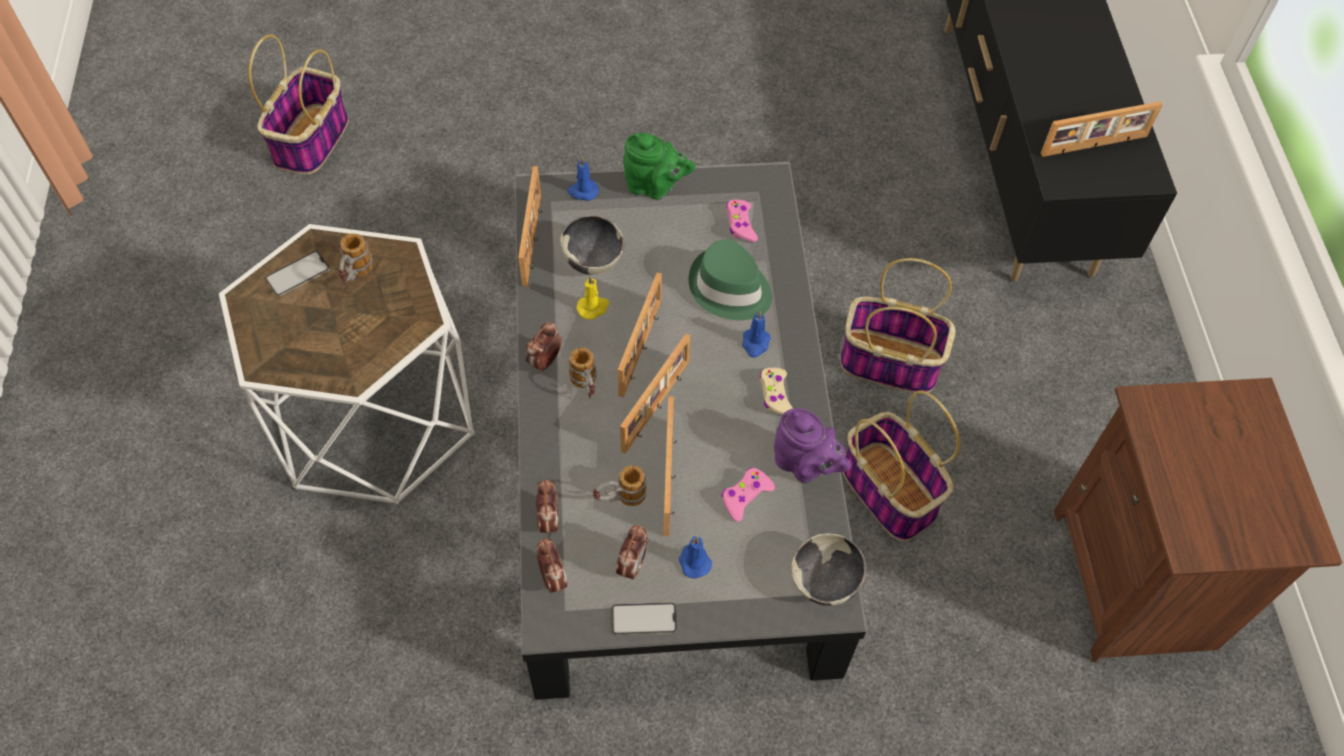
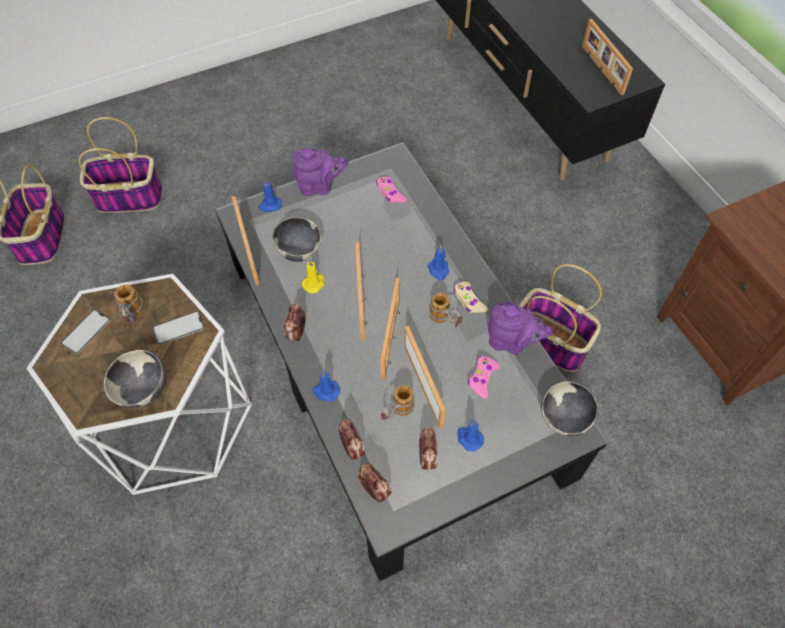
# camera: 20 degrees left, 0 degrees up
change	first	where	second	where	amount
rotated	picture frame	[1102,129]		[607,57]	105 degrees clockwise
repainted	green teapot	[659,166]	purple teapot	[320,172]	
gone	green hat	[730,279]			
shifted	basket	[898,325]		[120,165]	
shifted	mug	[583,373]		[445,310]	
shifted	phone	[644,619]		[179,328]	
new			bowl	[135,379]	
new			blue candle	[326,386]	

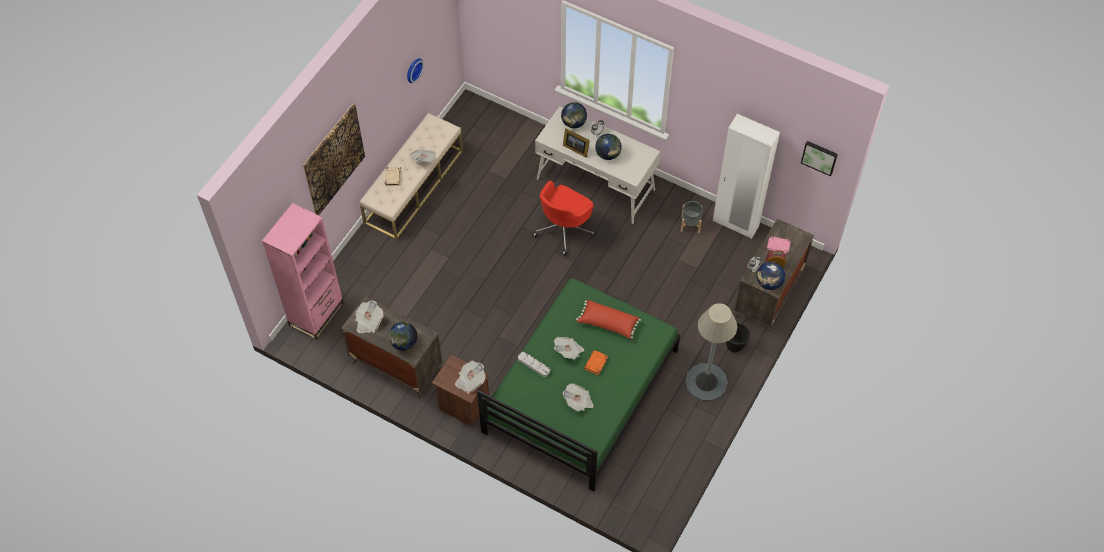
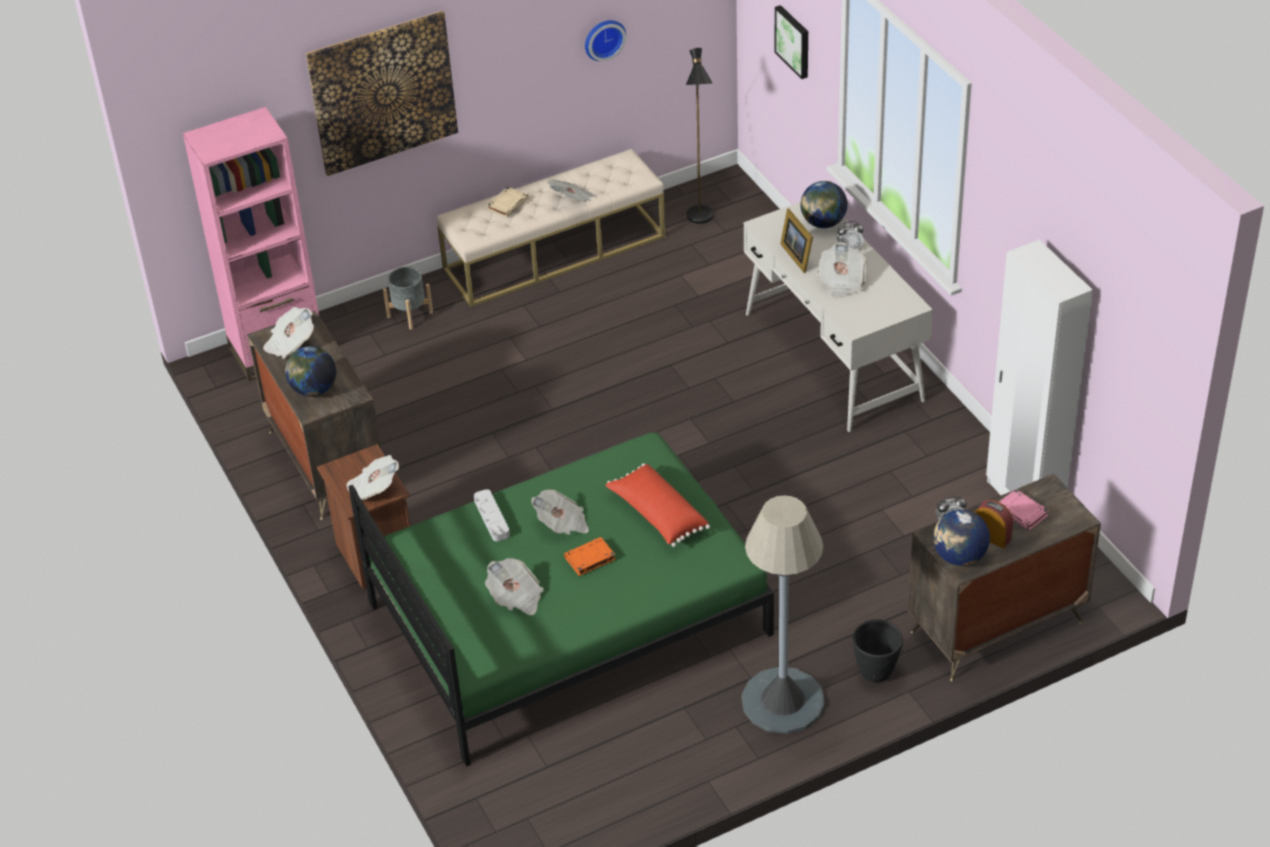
# camera: 35 degrees right, 15 degrees down
change	first	where	second	where	amount
swapped	globe	[608,147]	newspaper	[842,270]	
shifted	picture	[819,158]		[791,42]	
gone	red office chair	[564,218]			
shifted	grey planter	[692,217]		[408,298]	
new			black floor lamp	[699,136]	

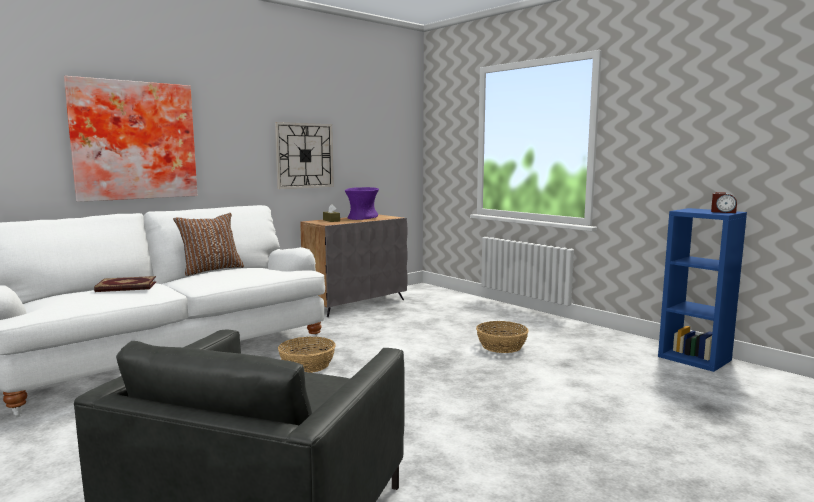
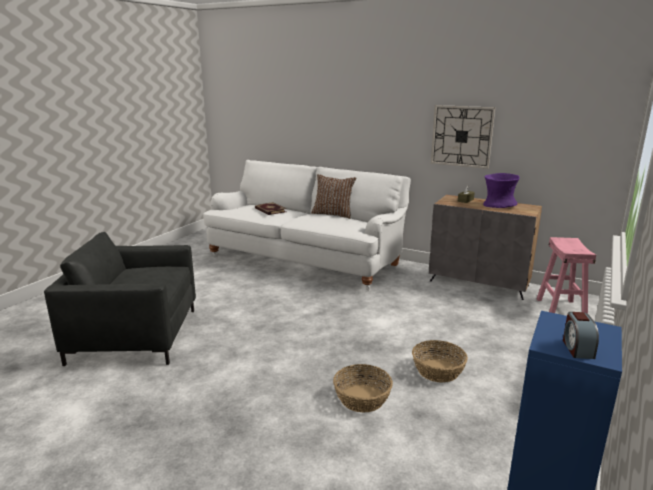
# camera: 70 degrees right, 10 degrees up
change	first	where	second	where	amount
gone	picture	[130,139]			
shifted	basket	[306,355]		[363,388]	
new			pink stool	[566,275]	

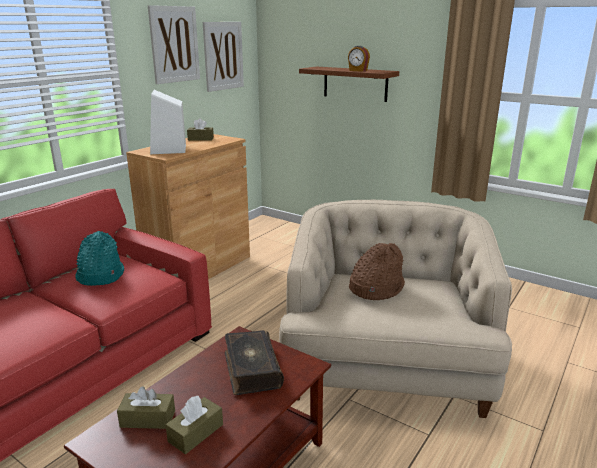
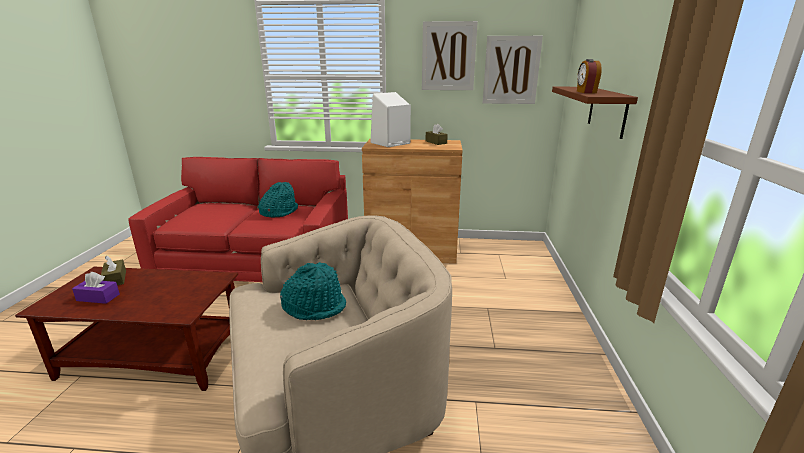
# camera: 60 degrees right, 0 degrees up
change	first	where	second	where	amount
repainted	brown hat	[377,271]	turquoise hat	[313,291]	
gone	book	[254,362]			
repainted	brown tissue box	[194,425]	purple tissue box	[96,288]	

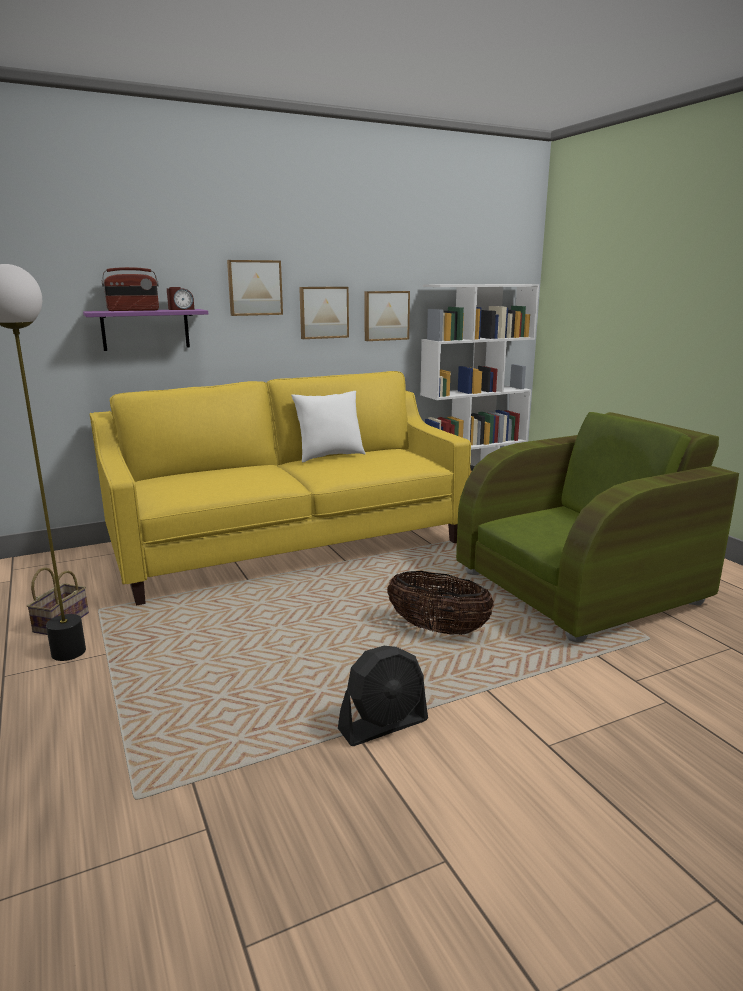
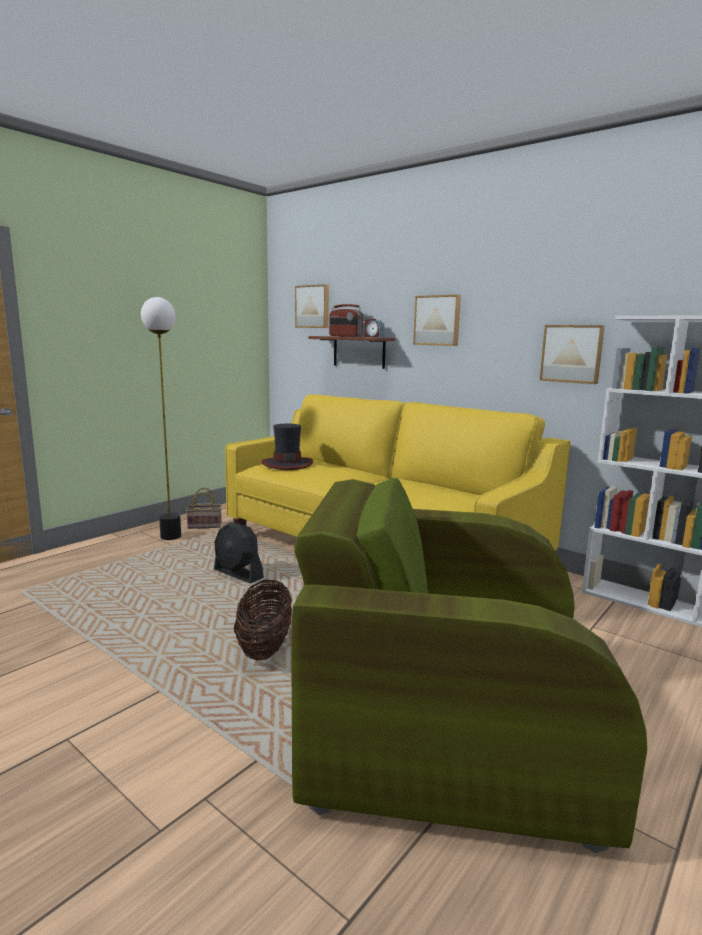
# camera: 65 degrees right, 5 degrees down
change	first	where	second	where	amount
shifted	picture	[324,313]		[312,306]	
repainted	purple shelf	[145,330]	brown shelf	[352,352]	
gone	white pillow	[328,426]			
rotated	green armchair	[597,527]		[469,666]	150 degrees clockwise
shifted	black fan	[383,696]		[239,553]	
new			hat	[287,447]	

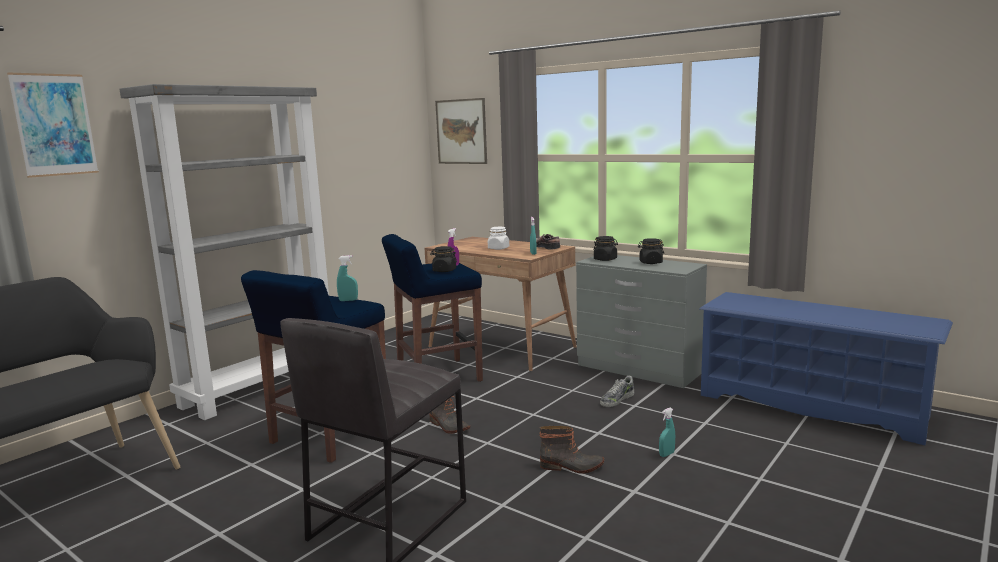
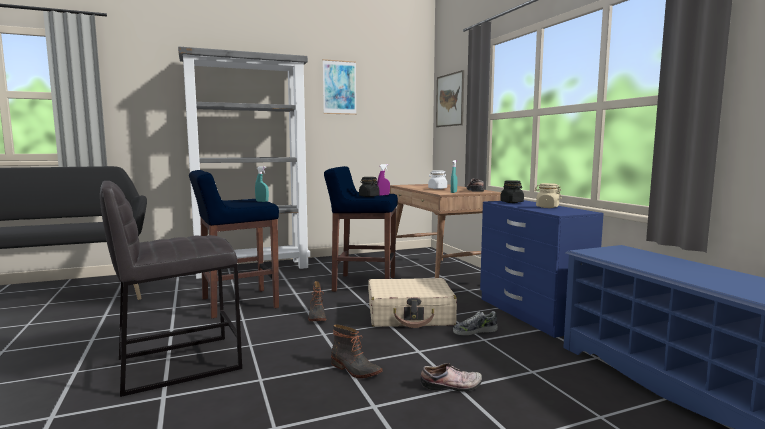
# camera: 30 degrees right, 5 degrees down
change	first	where	second	where	amount
shifted	picture	[53,125]		[340,87]	
repainted	black jar	[651,251]	beige jar	[548,195]	
repainted	grey dresser	[641,321]	blue dresser	[542,269]	
swapped	turquoise spray bottle	[667,432]	shoe	[451,377]	
new			beige suitcase	[412,303]	

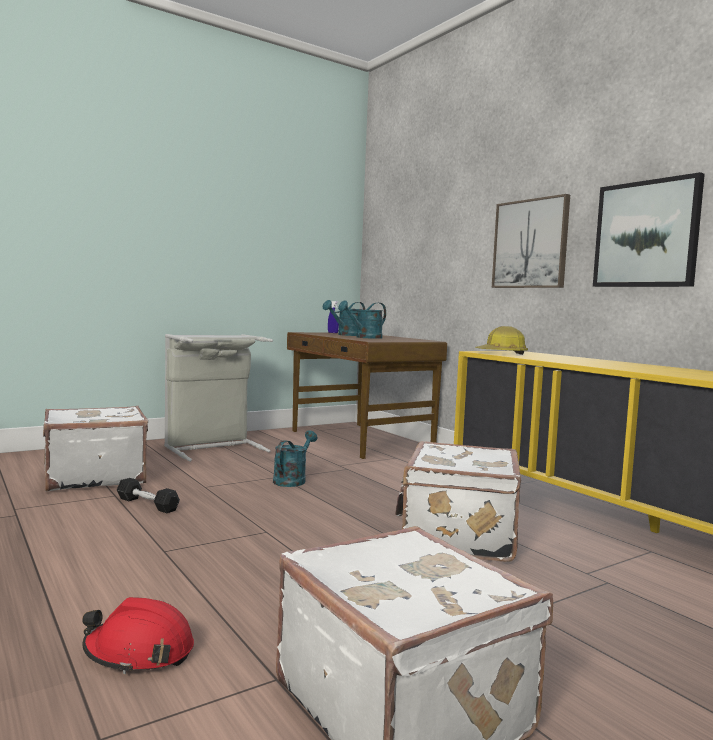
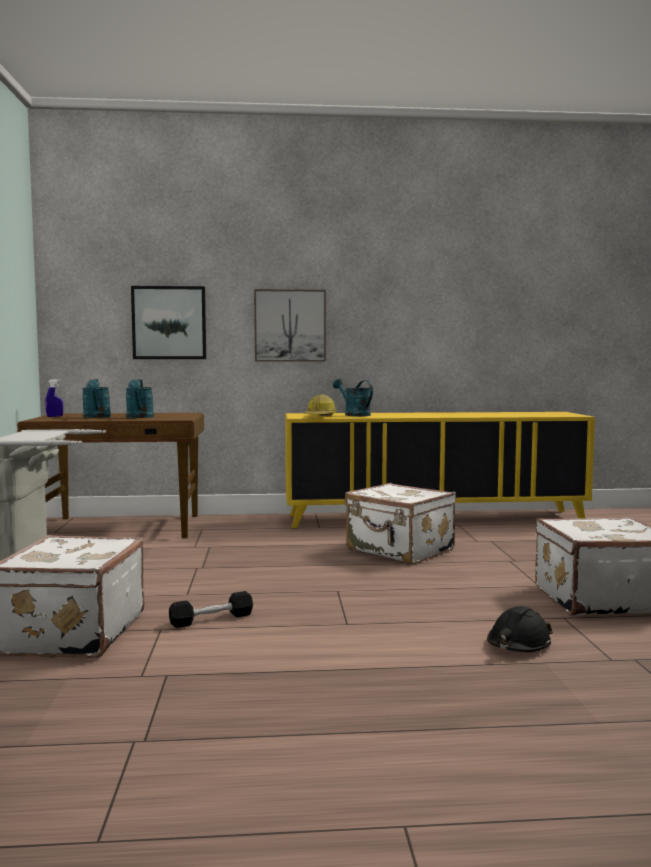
# camera: 60 degrees left, 0 degrees up
change	first	where	second	where	amount
shifted	picture	[649,229]		[168,322]	
shifted	turquoise watering can	[295,458]		[353,397]	
repainted	red hard hat	[138,635]	black hard hat	[520,629]	

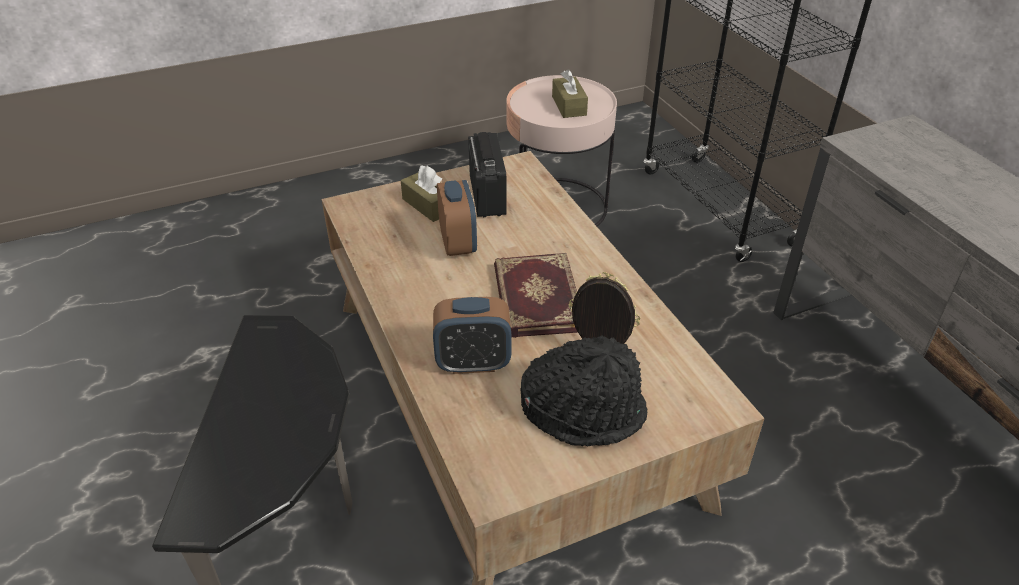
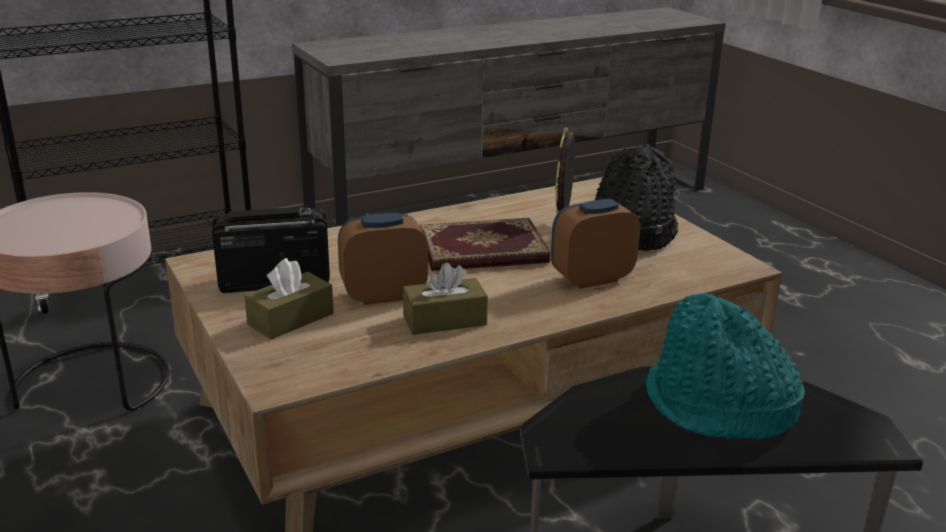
# camera: 95 degrees left, 15 degrees down
change	first	where	second	where	amount
shifted	brown tissue box	[570,93]		[445,298]	
rotated	alarm clock	[472,335]		[595,244]	105 degrees counterclockwise
new			turquoise hat	[725,366]	

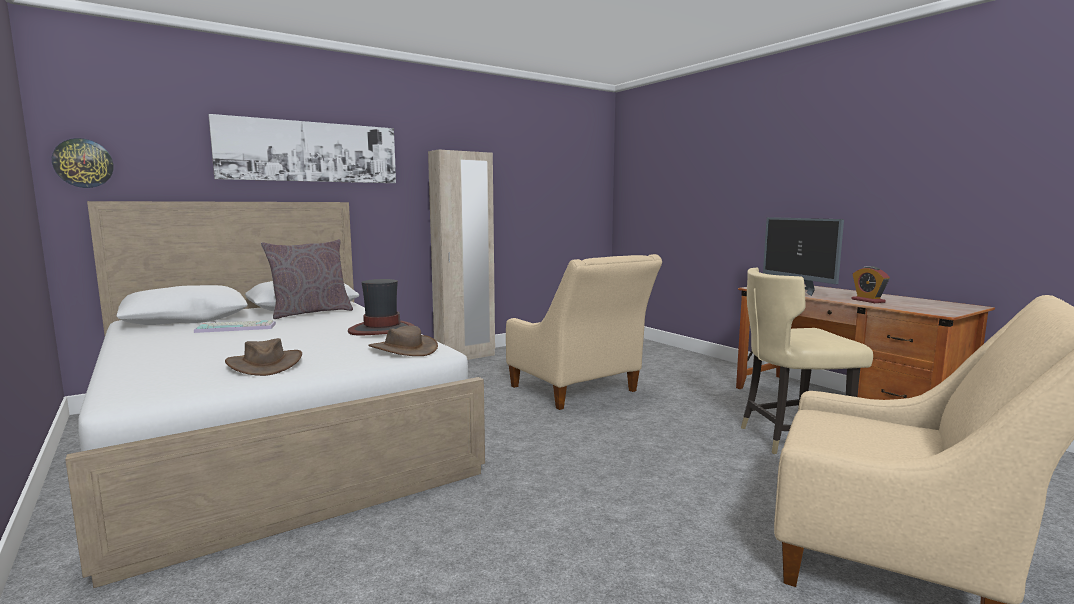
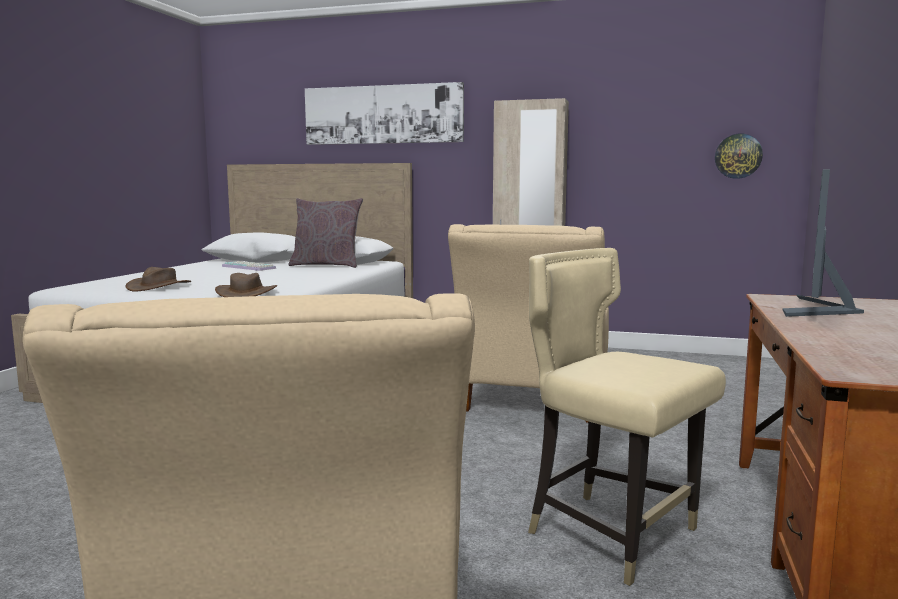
# camera: 50 degrees right, 0 degrees up
change	first	where	second	where	amount
shifted	wall clock	[82,163]		[739,156]	
gone	alarm clock	[870,284]			
gone	hat	[381,307]			

